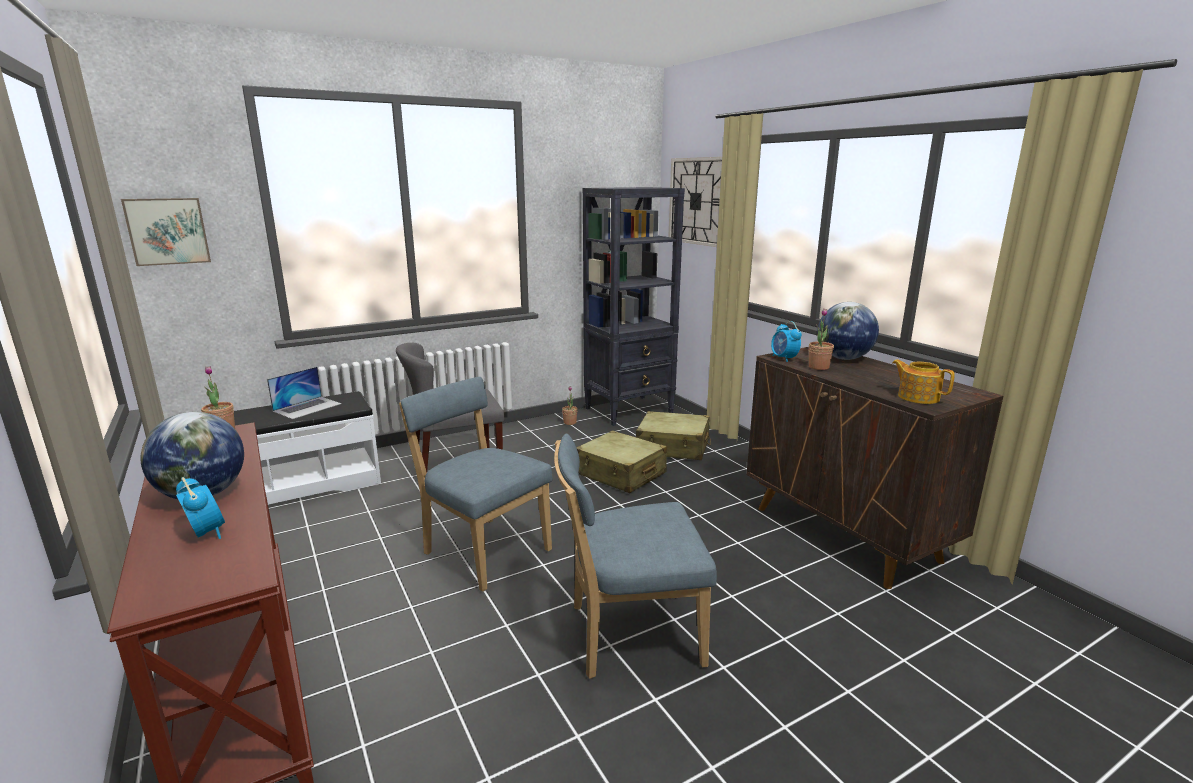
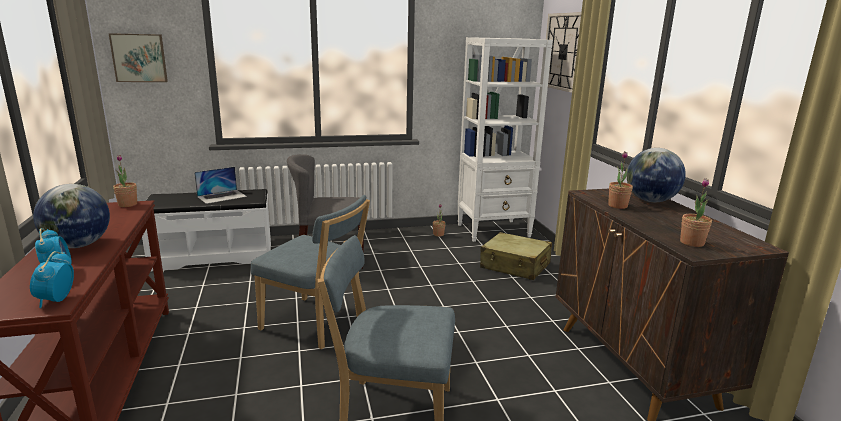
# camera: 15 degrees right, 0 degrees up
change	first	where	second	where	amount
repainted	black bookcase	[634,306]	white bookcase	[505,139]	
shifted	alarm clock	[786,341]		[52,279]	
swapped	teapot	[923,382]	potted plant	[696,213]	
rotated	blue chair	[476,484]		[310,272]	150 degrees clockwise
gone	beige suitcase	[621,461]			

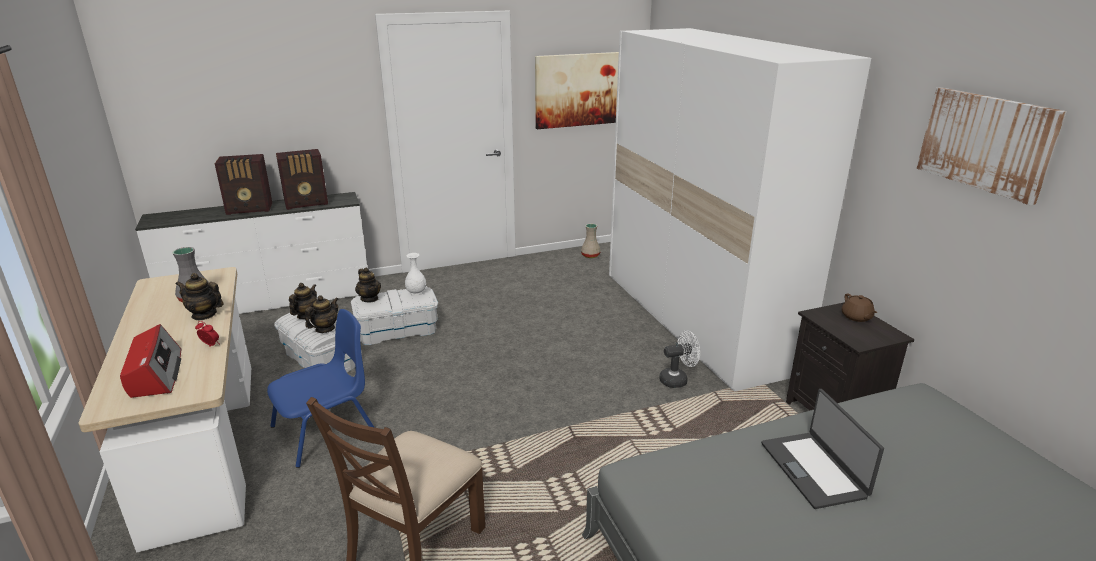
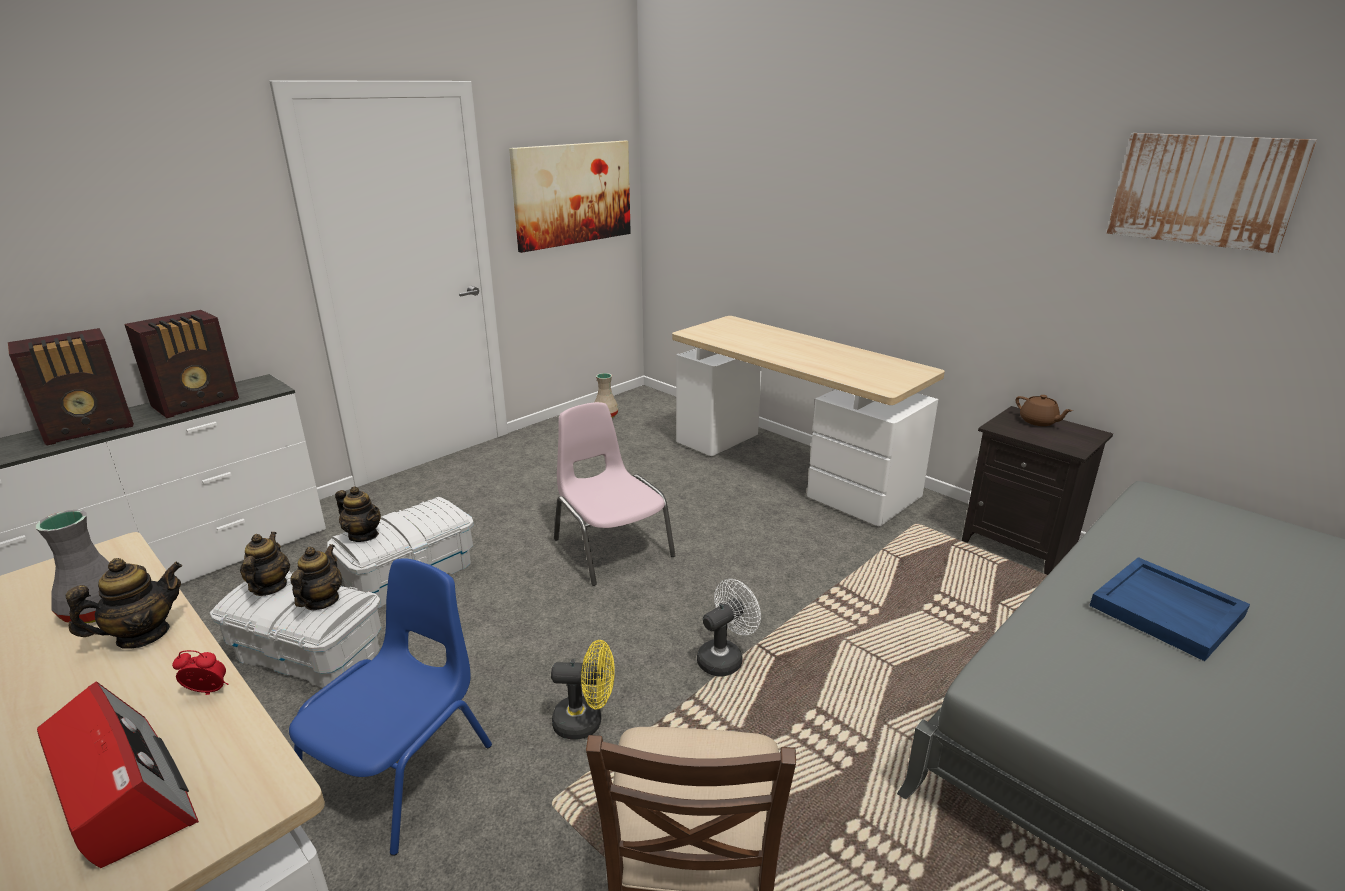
# camera: 25 degrees left, 0 degrees up
change	first	where	second	where	amount
swapped	white wardrobe	[740,210]	desk	[808,421]	
gone	white vase	[415,274]			
rotated	teapot	[200,296]		[124,603]	150 degrees clockwise
shifted	white fan	[679,359]		[729,627]	
swapped	laptop	[822,449]	blue tray	[1170,609]	
new			pink chair	[615,494]	
new			yellow fan	[583,690]	

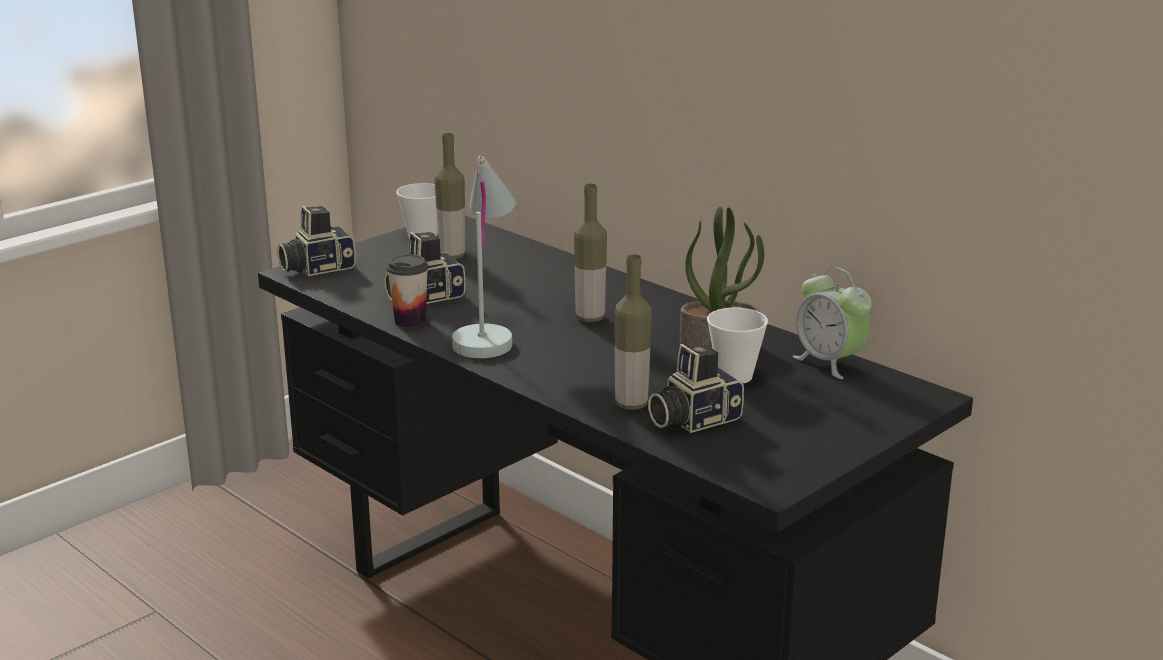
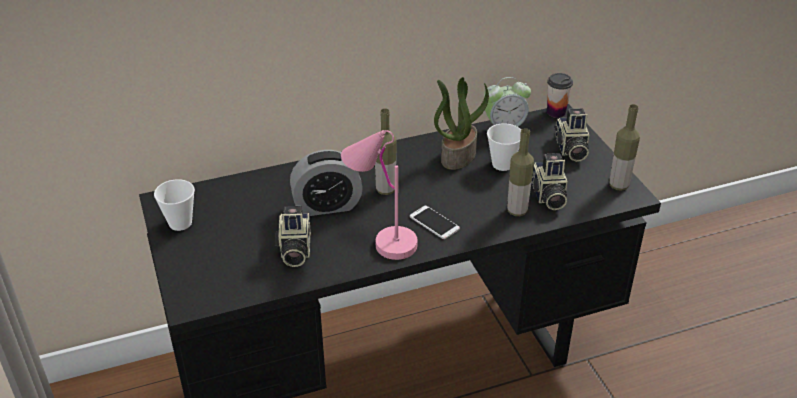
# camera: 65 degrees left, 15 degrees up
change	first	where	second	where	amount
shifted	bottle	[450,196]		[624,147]	
repainted	white table lamp	[484,256]	pink table lamp	[379,195]	
shifted	photo camera	[316,241]		[571,135]	
shifted	cup	[408,291]		[560,95]	
new			alarm clock	[326,183]	
new			phone	[435,222]	

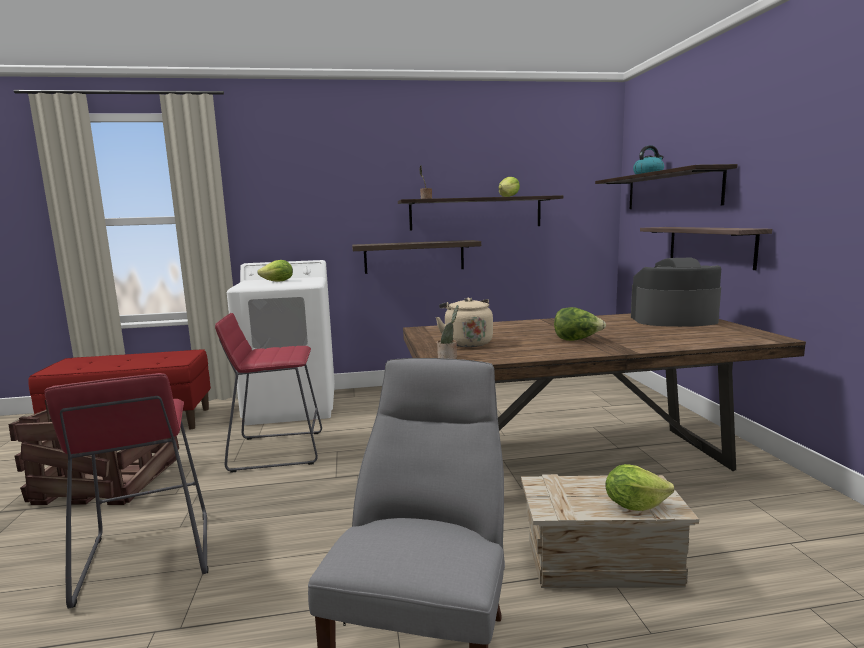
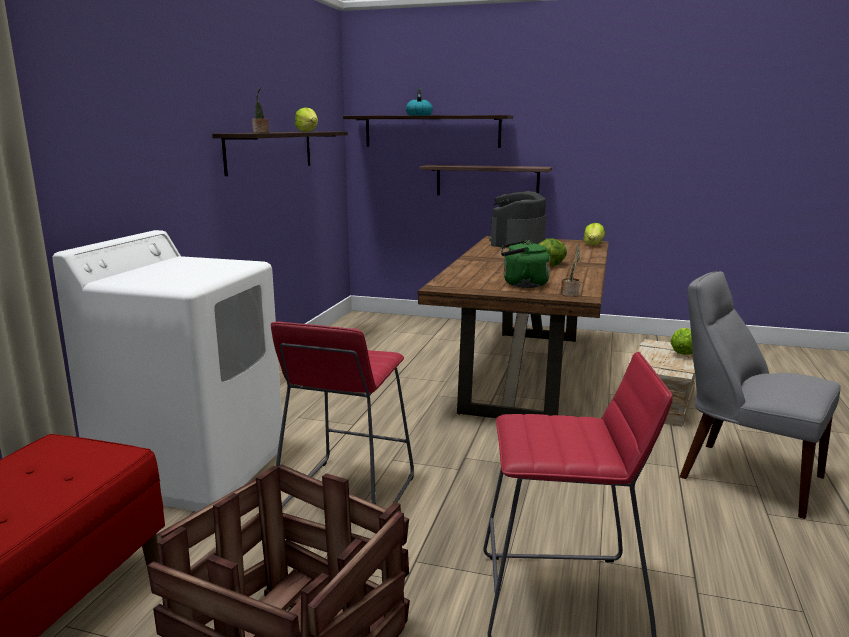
# camera: 65 degrees left, 5 degrees up
change	first	where	second	where	amount
gone	shelf	[416,257]			
shifted	lettuce	[275,271]		[594,234]	
repainted	beige kettle	[464,322]	green kettle	[525,264]	

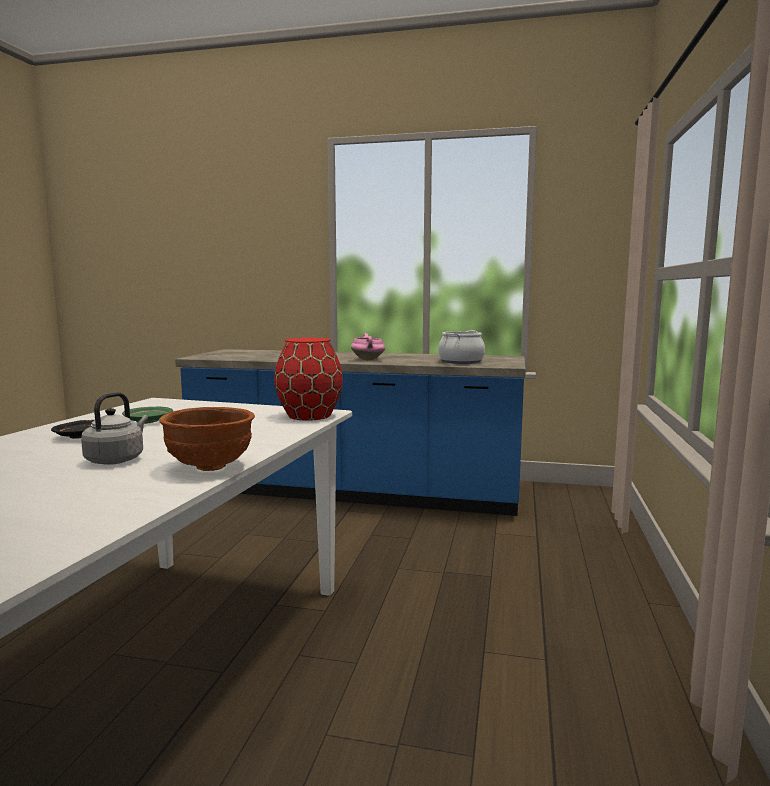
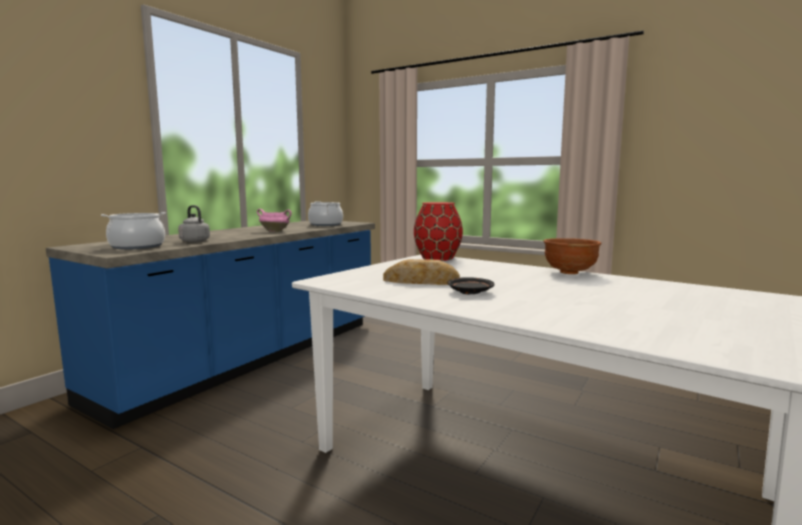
# camera: 70 degrees left, 0 degrees up
change	first	where	second	where	amount
shifted	grey kettle	[114,428]		[194,223]	
swapped	green plate	[147,415]	bread	[421,272]	
new			cooking pot	[133,231]	

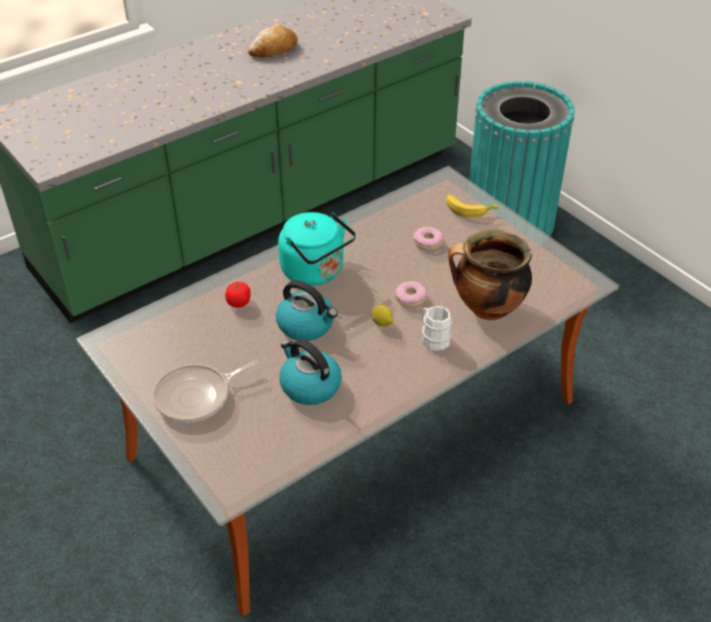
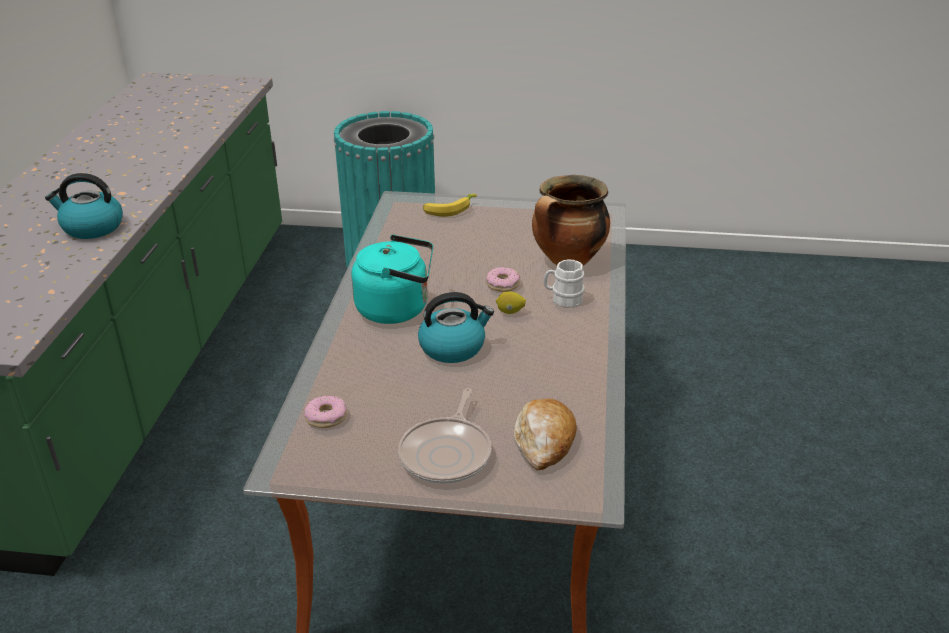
# camera: 45 degrees left, 10 degrees down
change	first	where	second	where	amount
shifted	bread	[273,41]		[545,435]	
shifted	donut	[428,238]		[326,411]	
gone	tomato	[238,295]			
shifted	kettle	[310,372]		[84,206]	

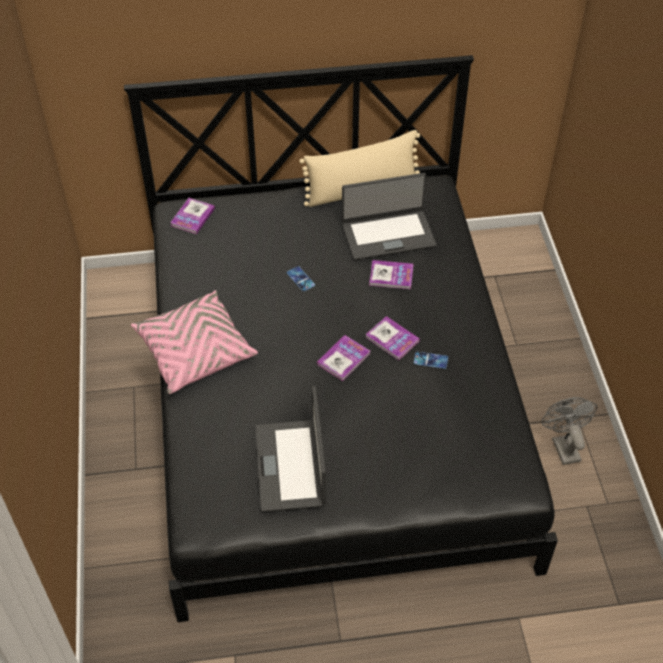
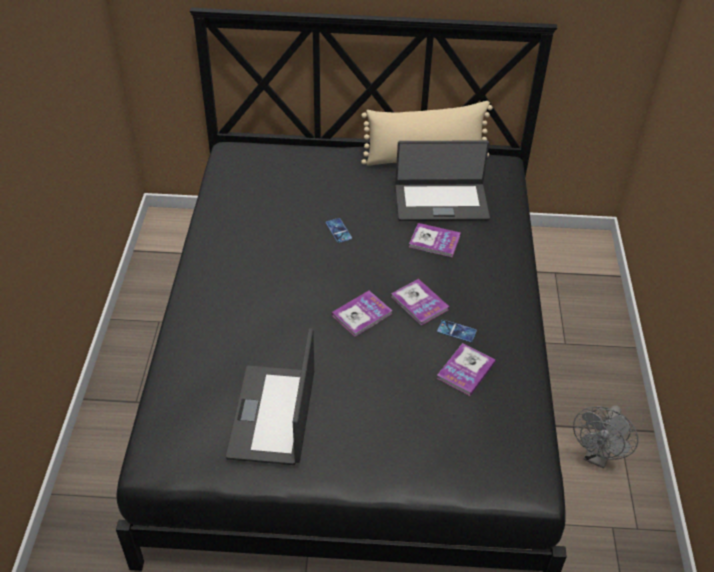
# camera: 10 degrees right, 5 degrees down
change	first	where	second	where	amount
shifted	book	[192,216]		[466,369]	
gone	pink pillow	[194,342]			
rotated	grey fan	[569,431]		[605,437]	150 degrees counterclockwise

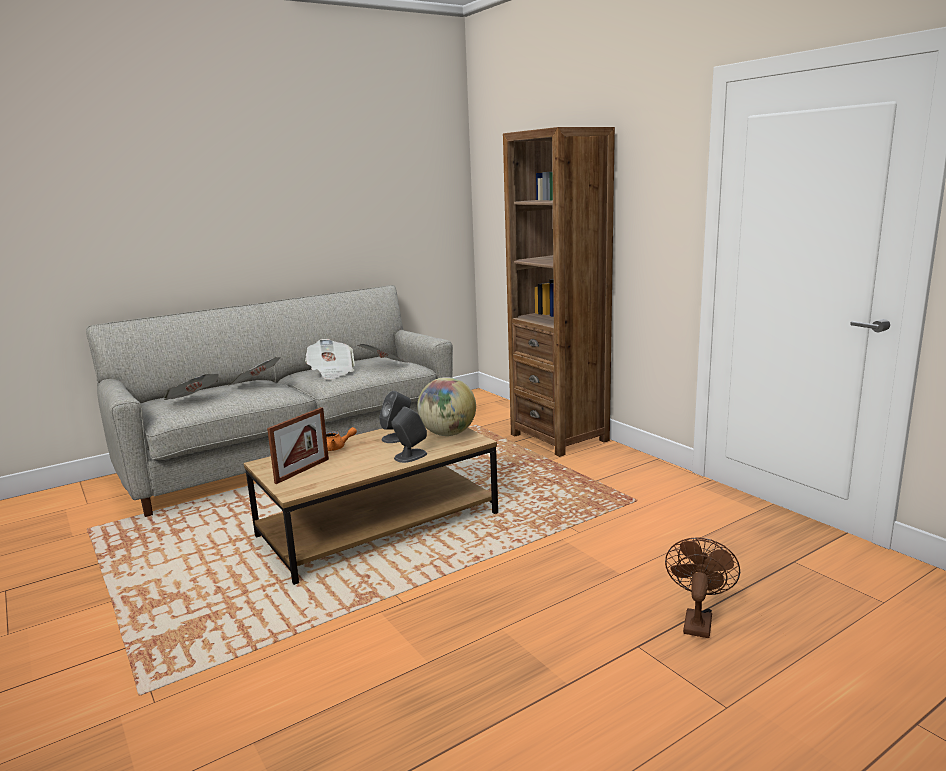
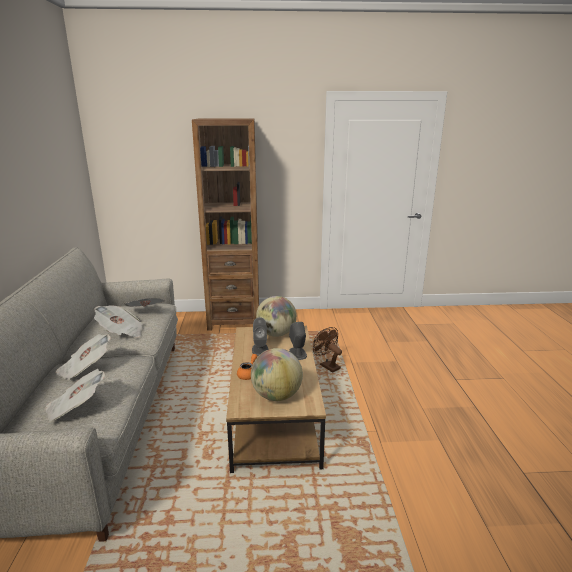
# camera: 60 degrees left, 5 degrees up
change	first	where	second	where	amount
swapped	picture frame	[298,445]	globe	[277,374]	
shifted	brown fan	[702,587]		[327,350]	

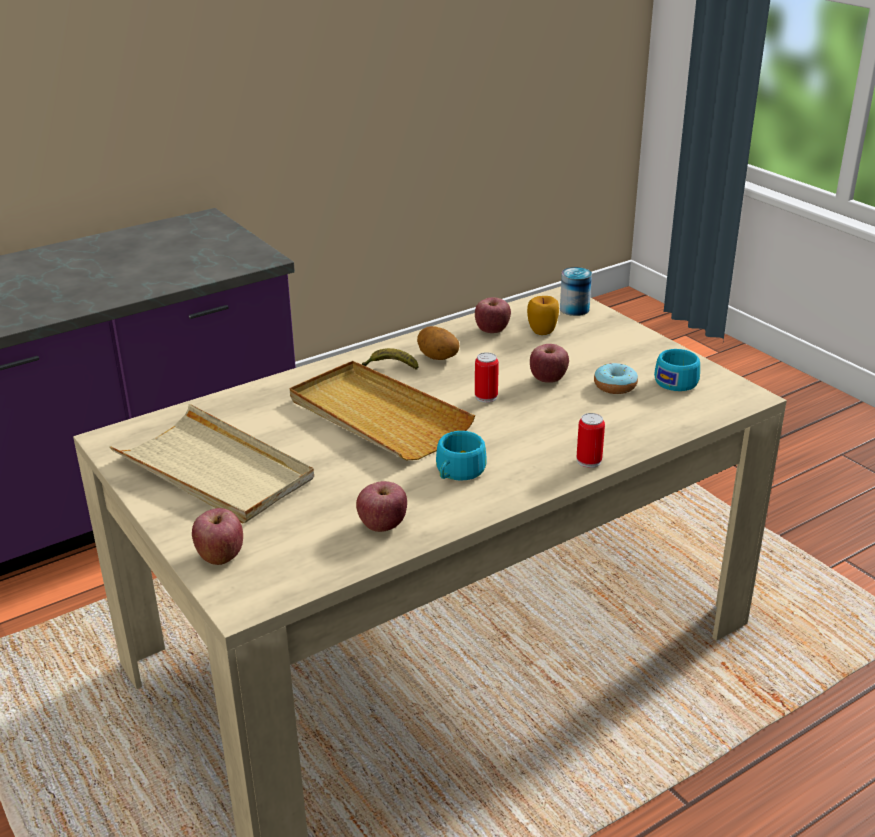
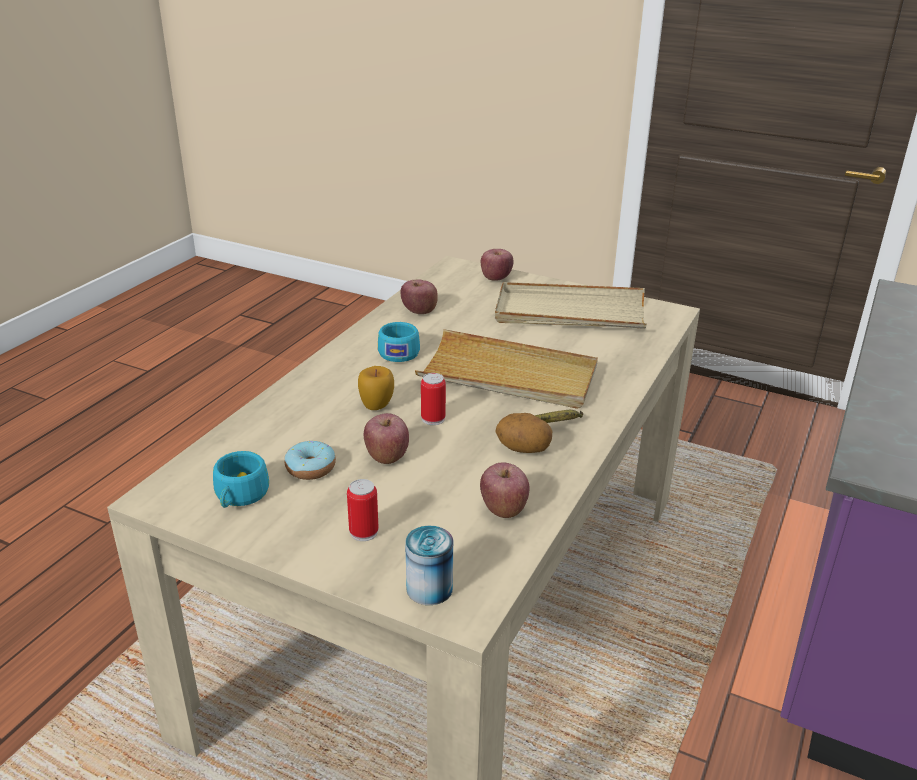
# camera: 150 degrees right, 0 degrees up
change	first	where	second	where	amount
shifted	apple	[543,315]		[376,388]	
shifted	can	[591,440]		[362,510]	

